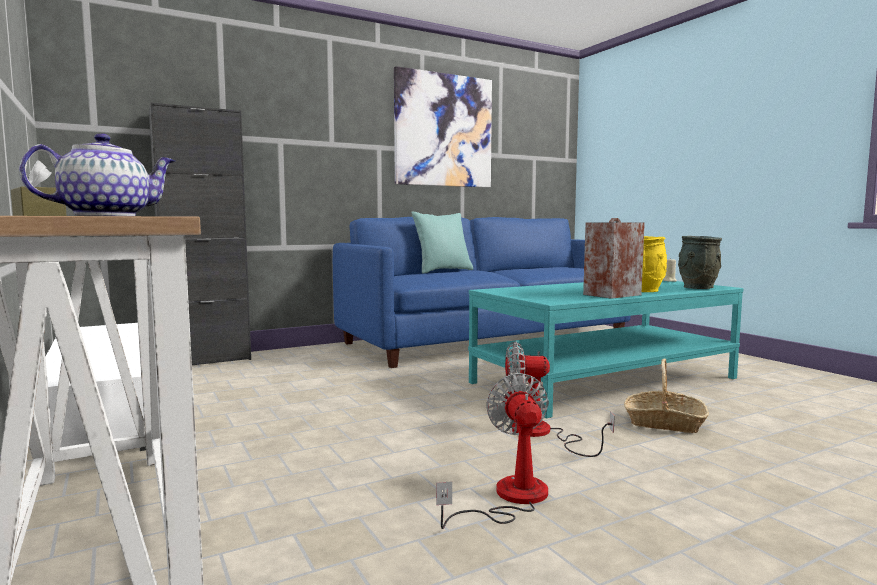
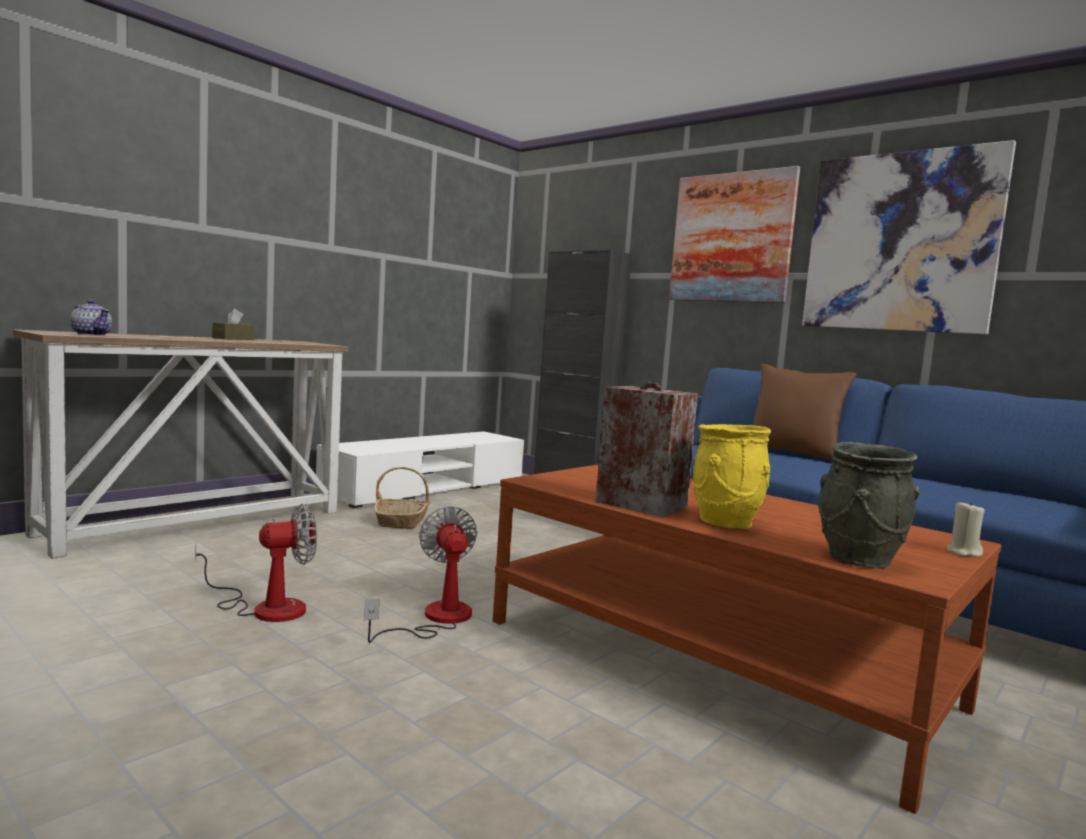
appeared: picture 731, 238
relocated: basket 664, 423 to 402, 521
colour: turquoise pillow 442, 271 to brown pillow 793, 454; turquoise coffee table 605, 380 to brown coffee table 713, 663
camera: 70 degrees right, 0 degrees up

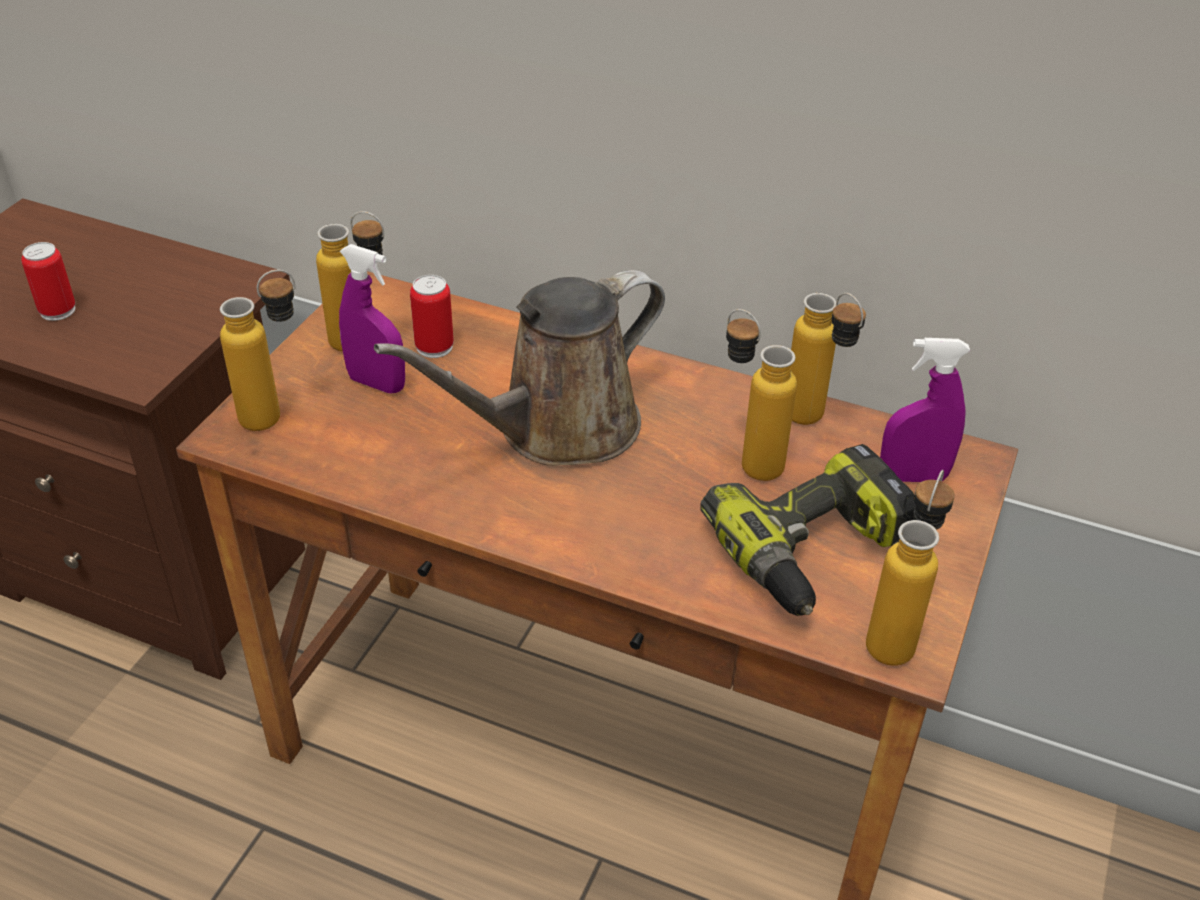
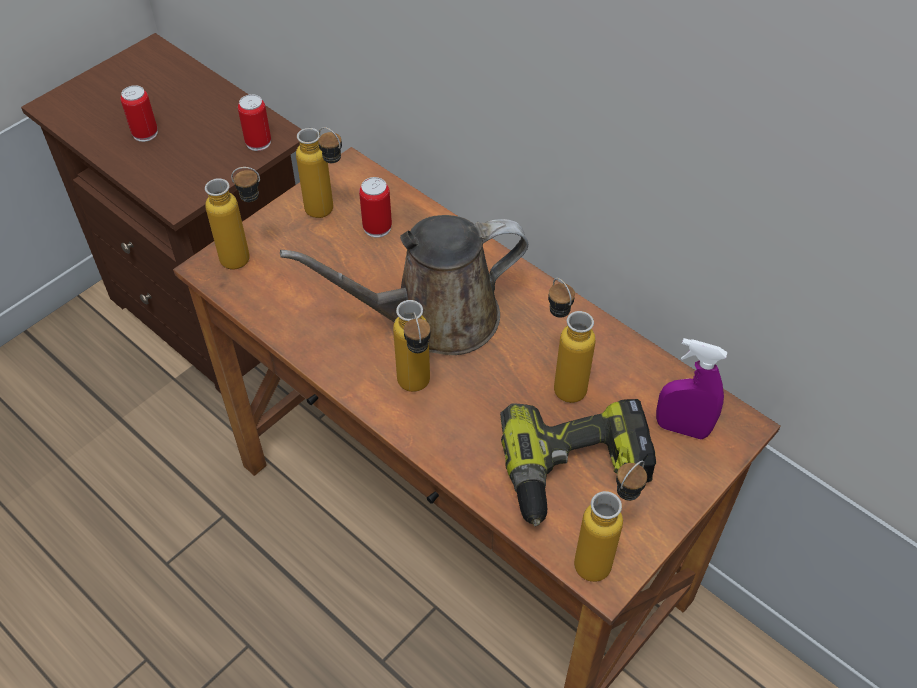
missing: purple spray bottle 377, 383
appeared: can 258, 142
relocated: bottle 814, 423 to 416, 391
camera: 20 degrees right, 10 degrees up

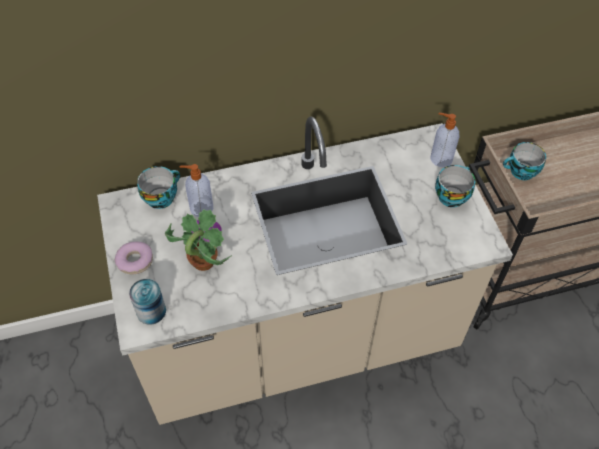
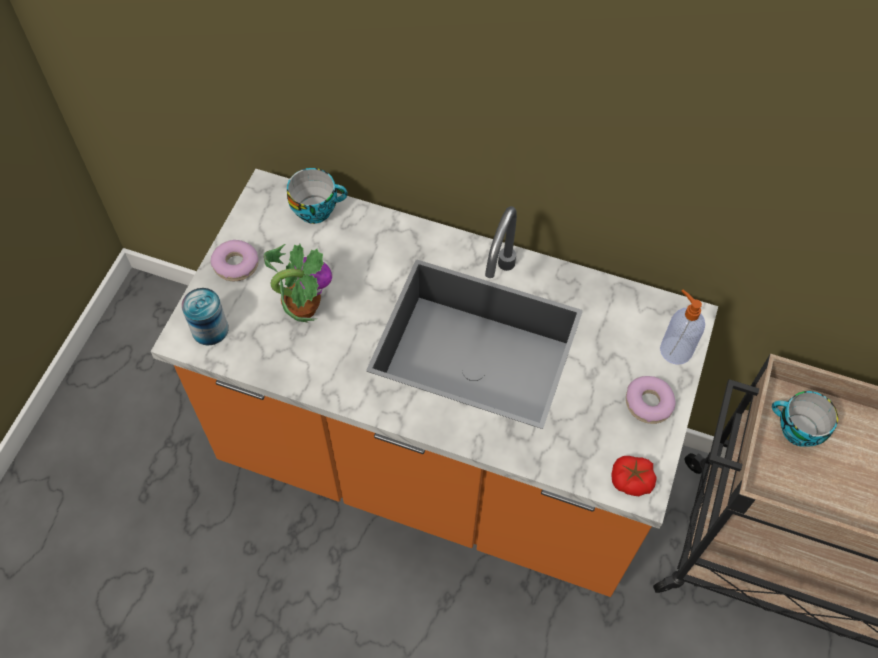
missing: soap dispenser 200, 208
appeared: tomato 631, 480
exchanged: cup 451, 195 to donut 648, 403
colour: beige counter 298, 339 to orange counter 436, 463
camera: 35 degrees right, 5 degrees up

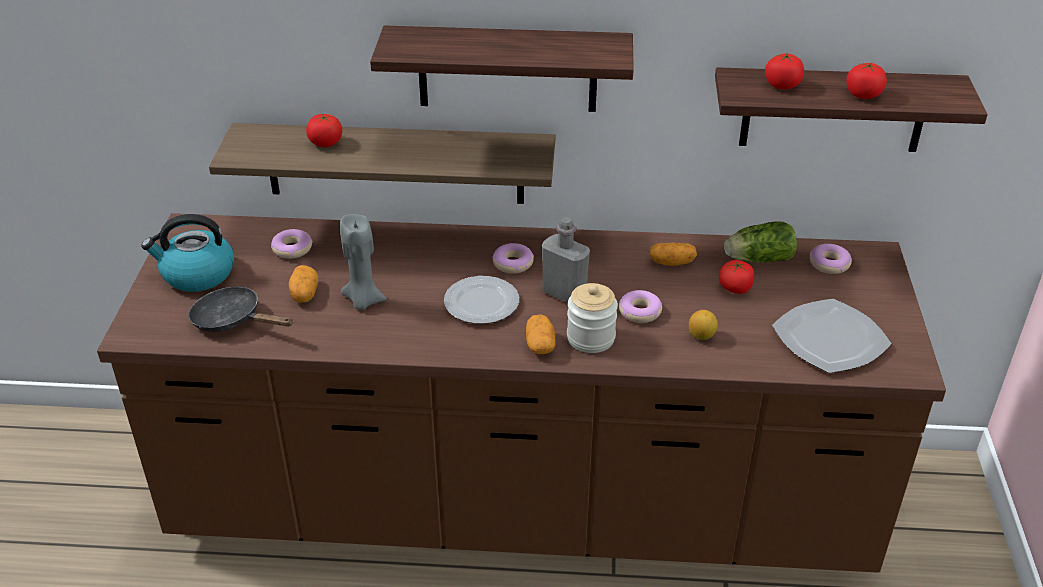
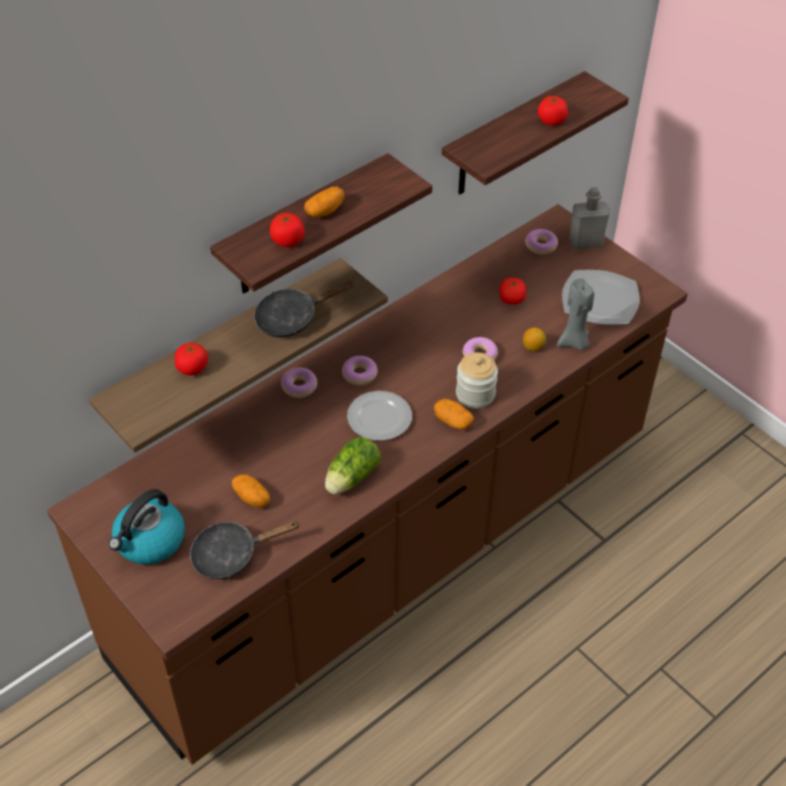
appeared: black frying pan 292, 318
relocated: tomato 782, 85 to 288, 240; grey candle 363, 301 to 574, 342; grey bottle 564, 293 to 585, 242; lettuce 757, 259 to 350, 478; donut 292, 249 to 299, 386; potato 671, 263 to 325, 211
camera: 45 degrees left, 10 degrees up

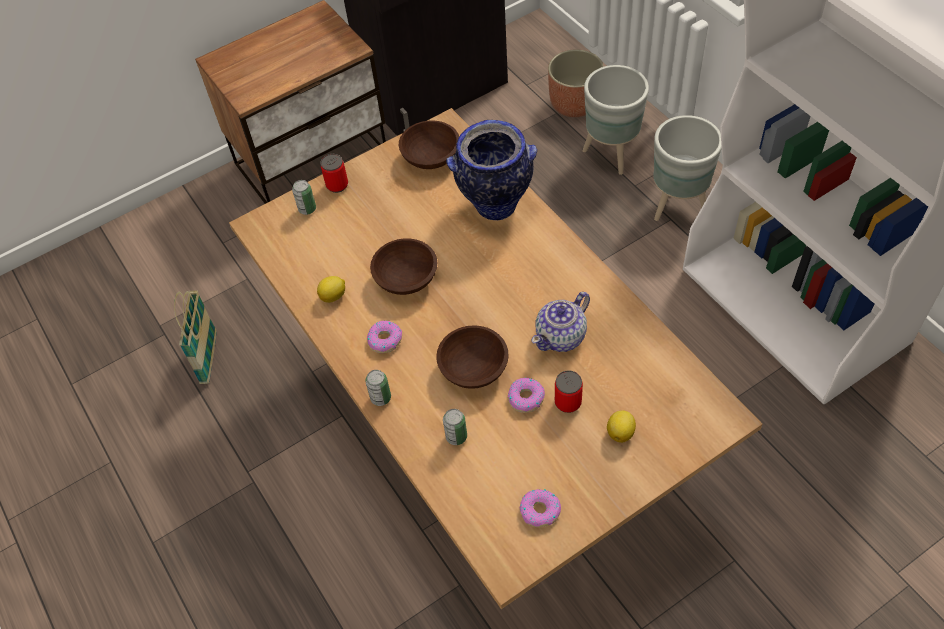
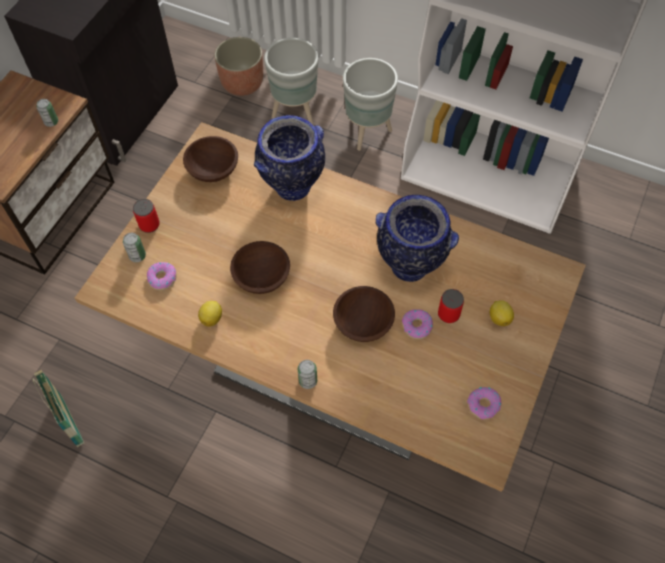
relocated: donut 384, 340 to 162, 278; can 456, 436 to 51, 122
exchanged: teapot 561, 336 to vase 410, 267
camera: 35 degrees left, 5 degrees up

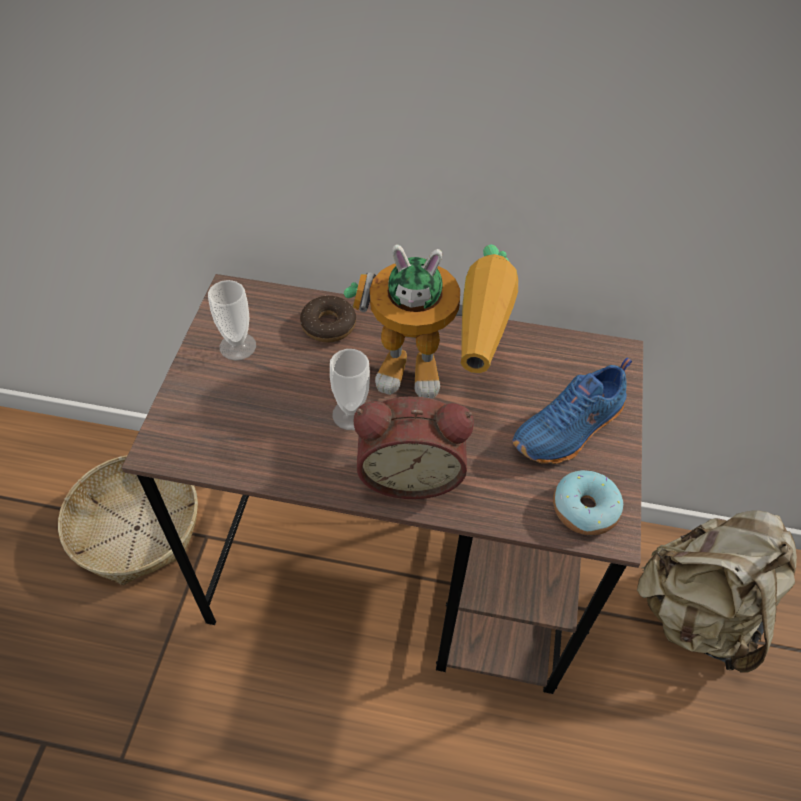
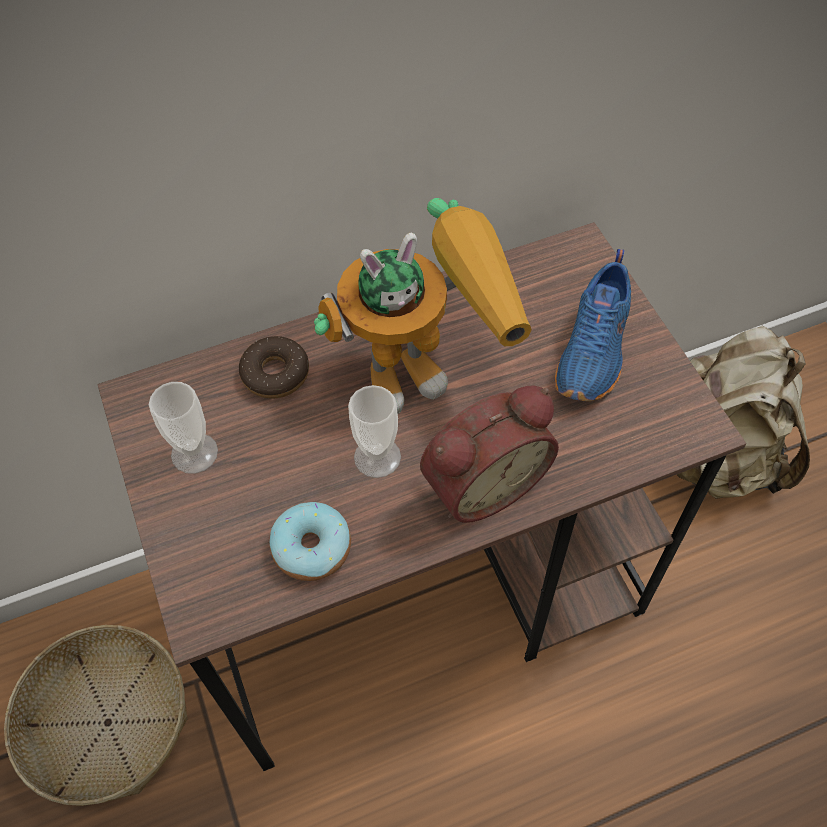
relocated: donut 584, 509 to 312, 548
camera: 30 degrees left, 5 degrees up

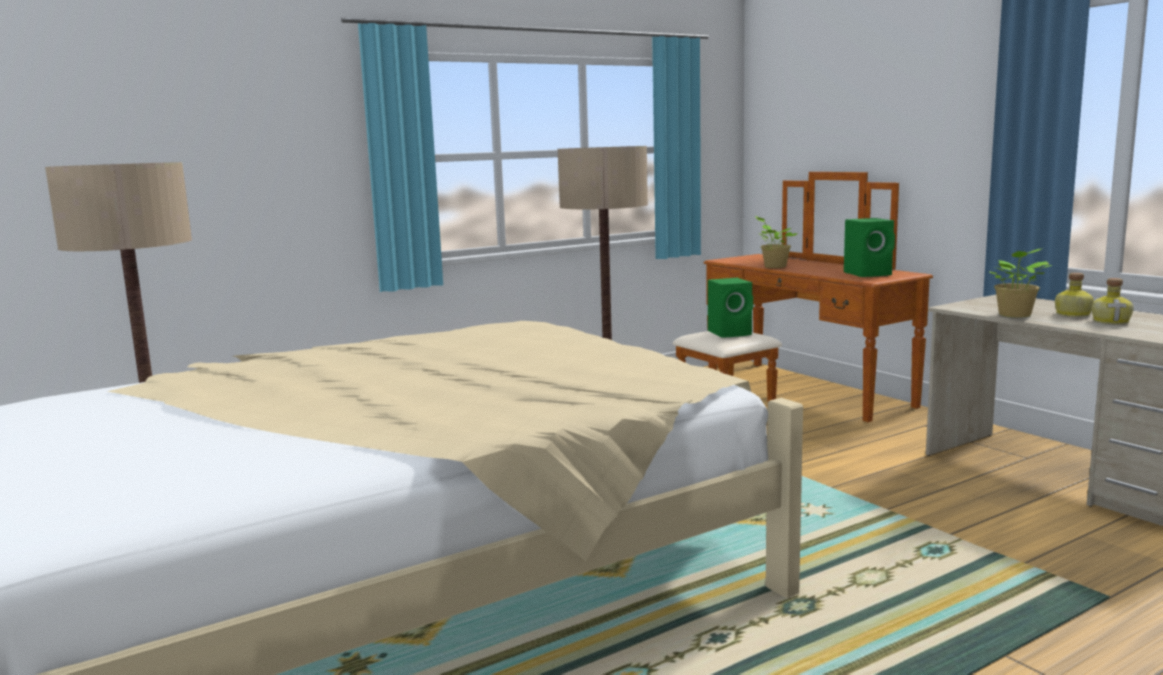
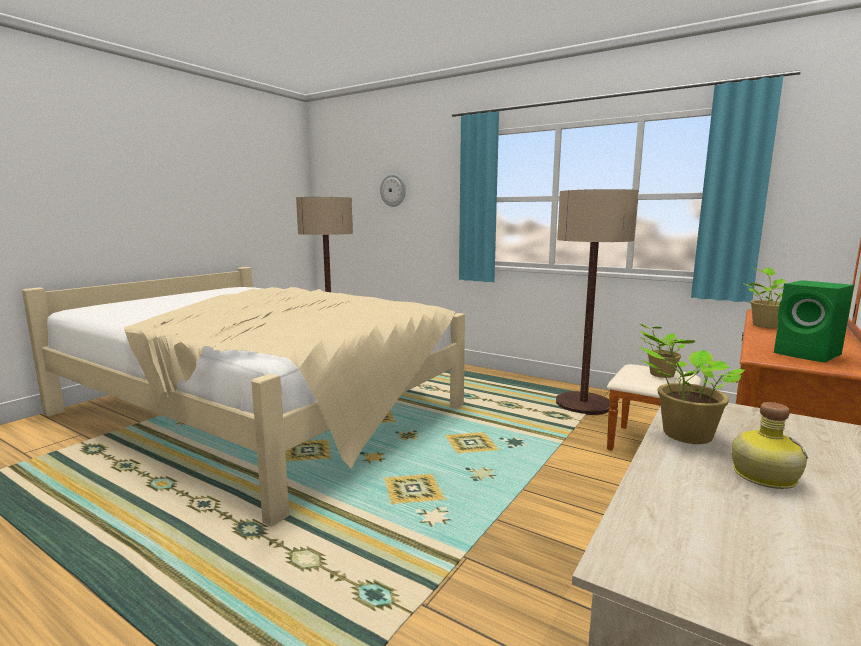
missing: bottle 1111, 321
appeared: wall clock 393, 190
exchanged: green speaker 731, 333 to potted plant 659, 374
camera: 65 degrees right, 0 degrees up

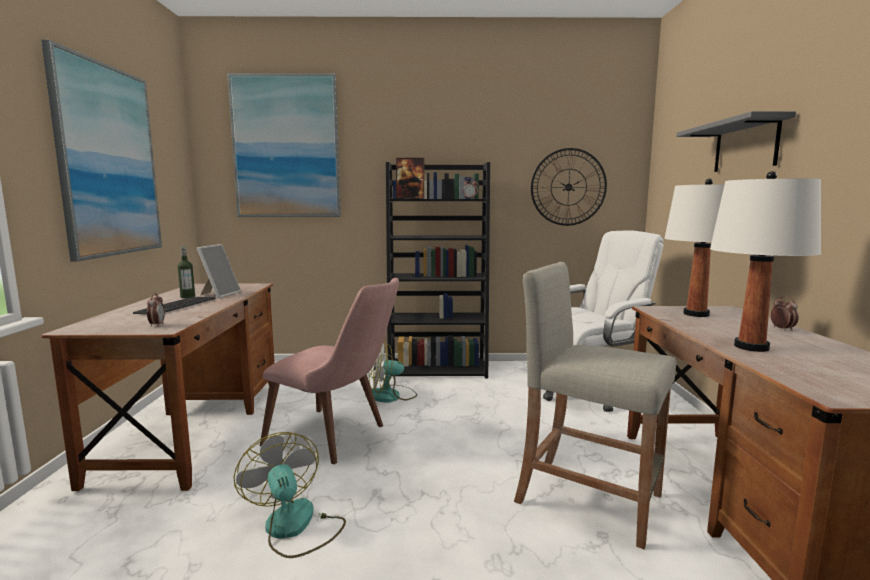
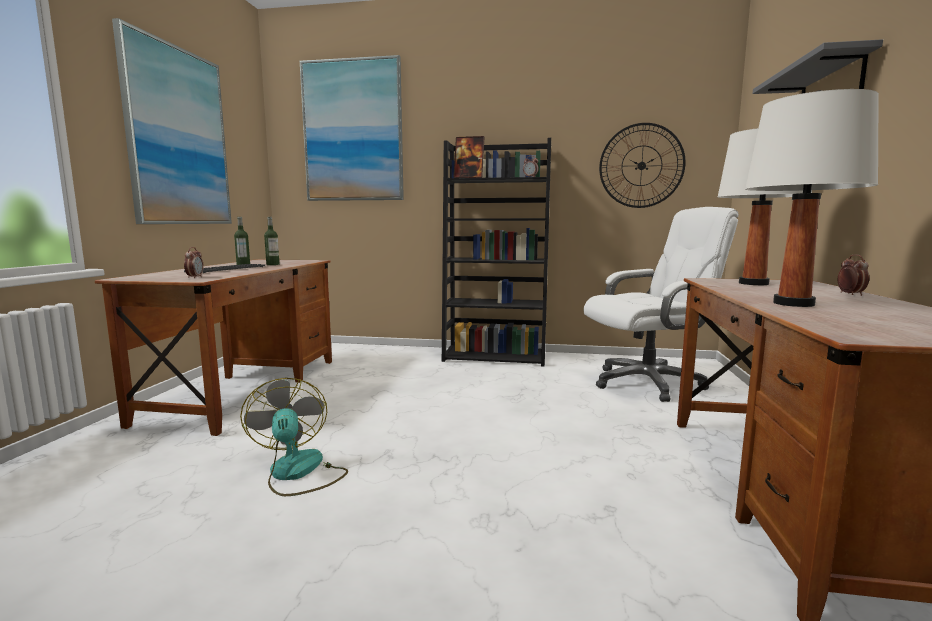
missing: beige stool 588, 498; pink chair 338, 437; fan 391, 396
exchanged: picture frame 219, 294 to bottle 273, 264
camera: 10 degrees right, 0 degrees up

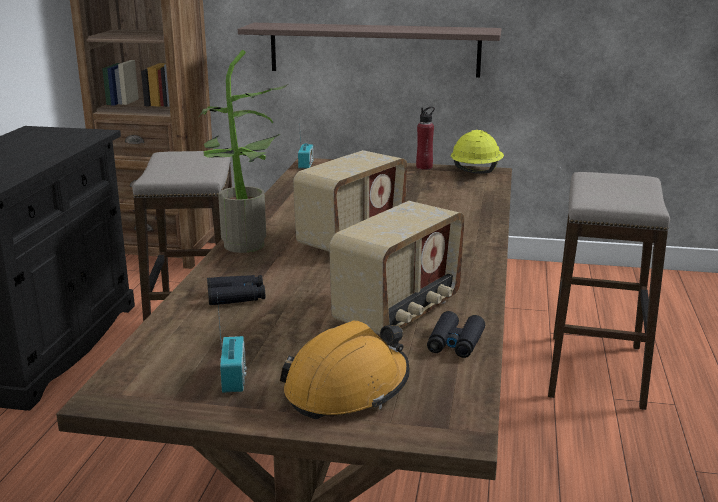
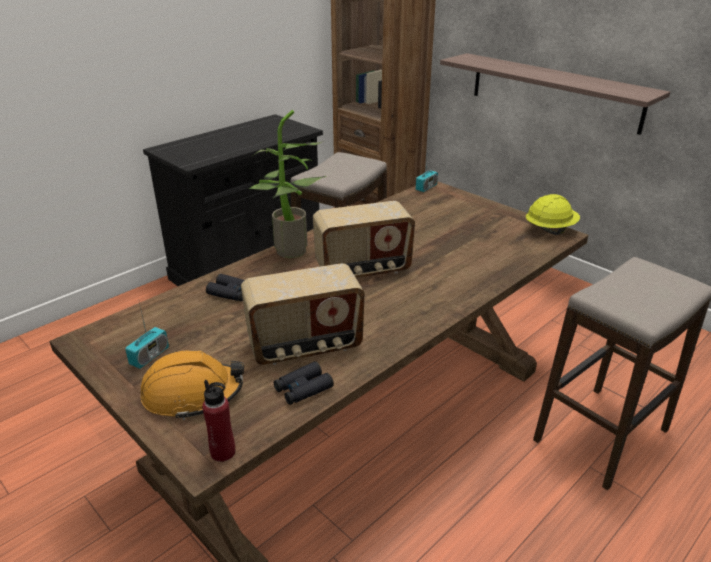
relocated: red bottle 424, 167 to 223, 452
camera: 35 degrees right, 10 degrees up

